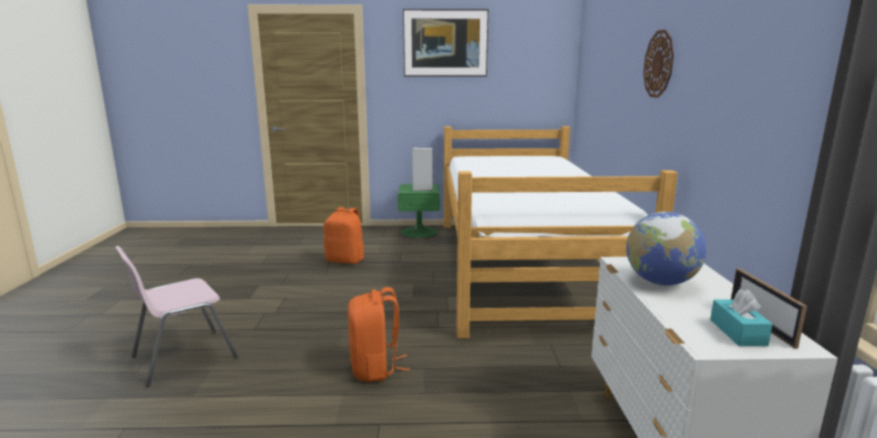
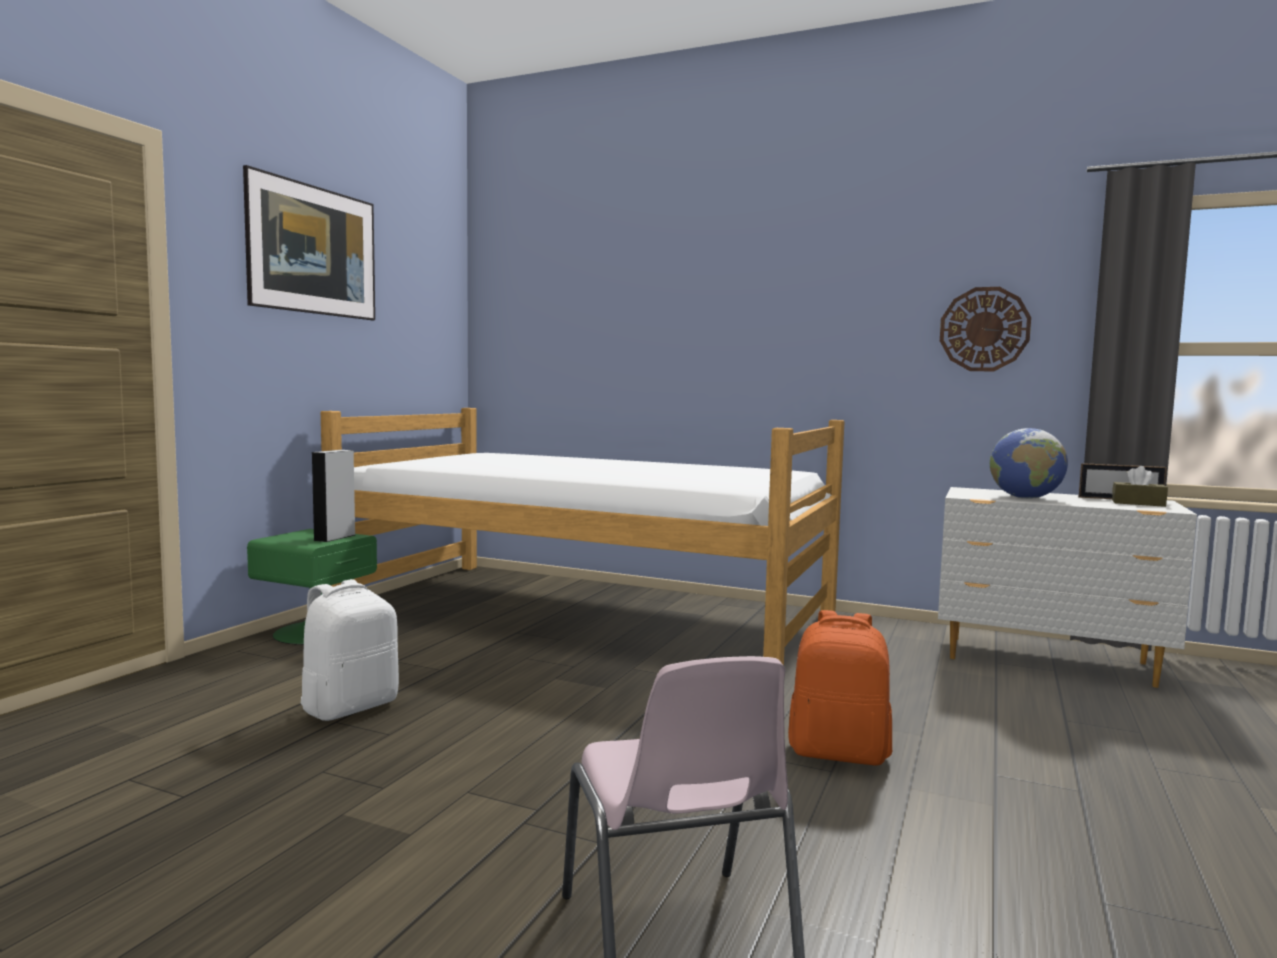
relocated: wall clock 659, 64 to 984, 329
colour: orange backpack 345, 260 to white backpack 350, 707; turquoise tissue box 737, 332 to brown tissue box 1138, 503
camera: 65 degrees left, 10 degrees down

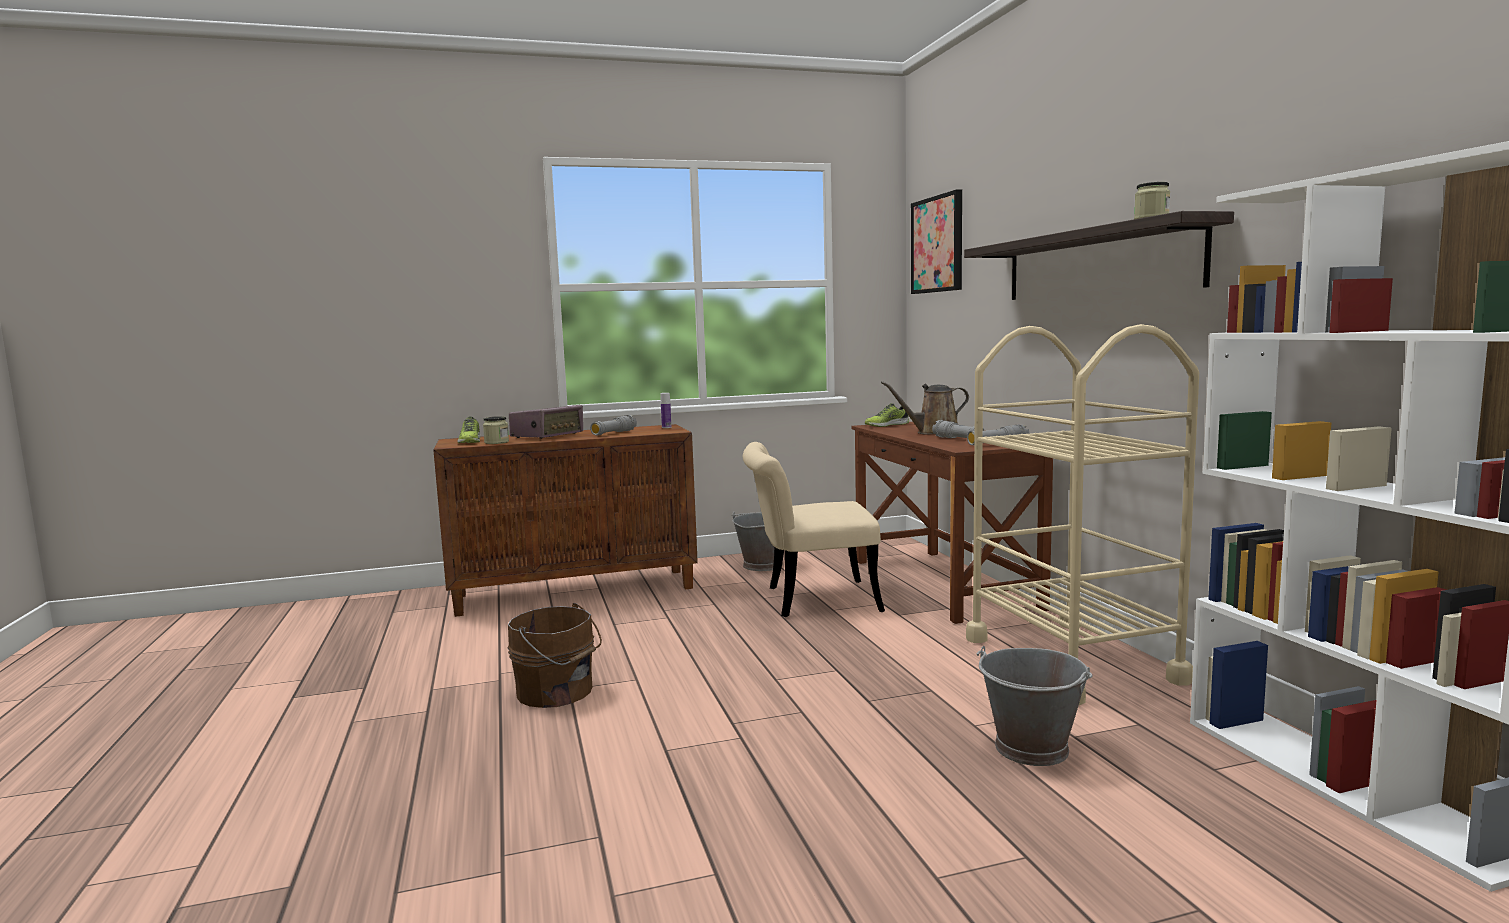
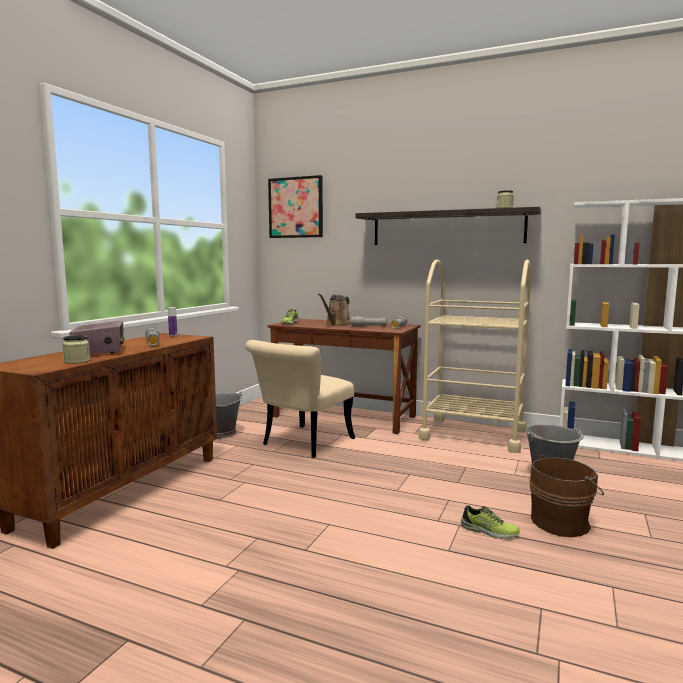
relocated: shoe 470, 441 to 489, 531; brown bucket 557, 693 to 562, 522
camera: 50 degrees left, 0 degrees up

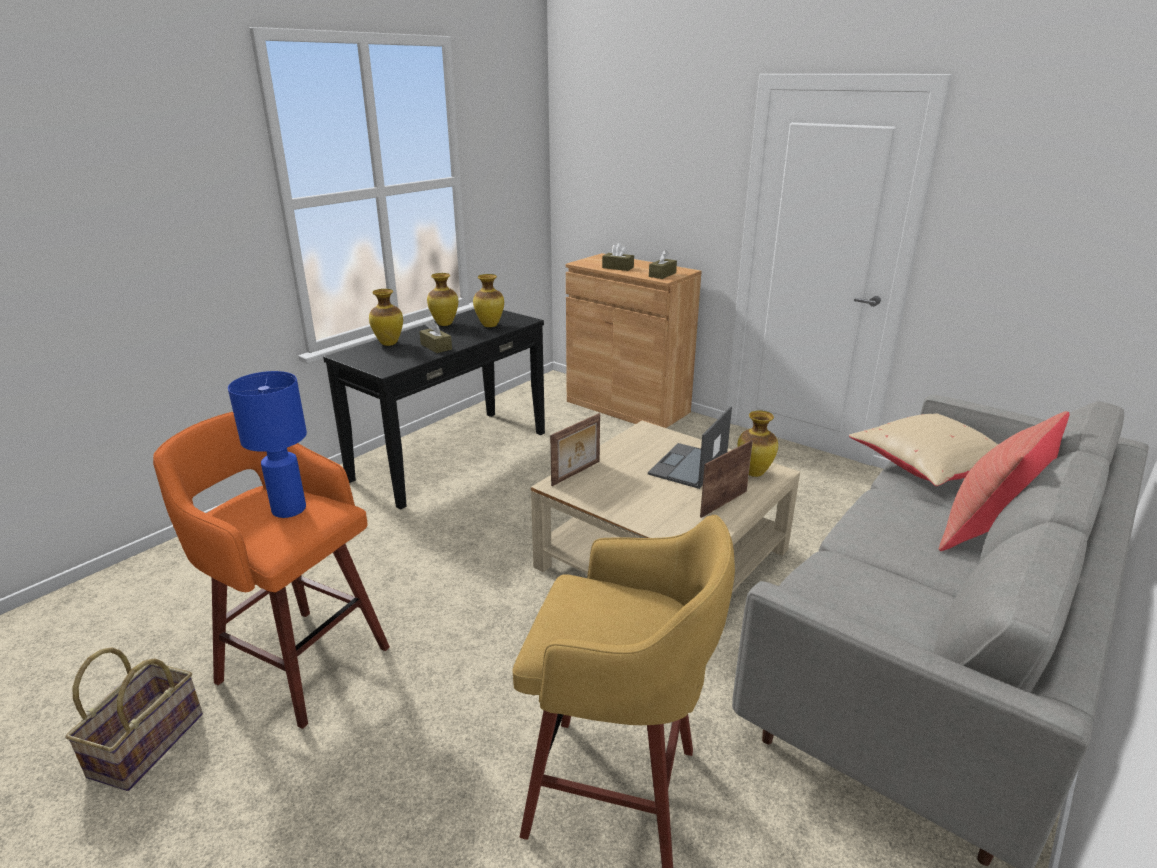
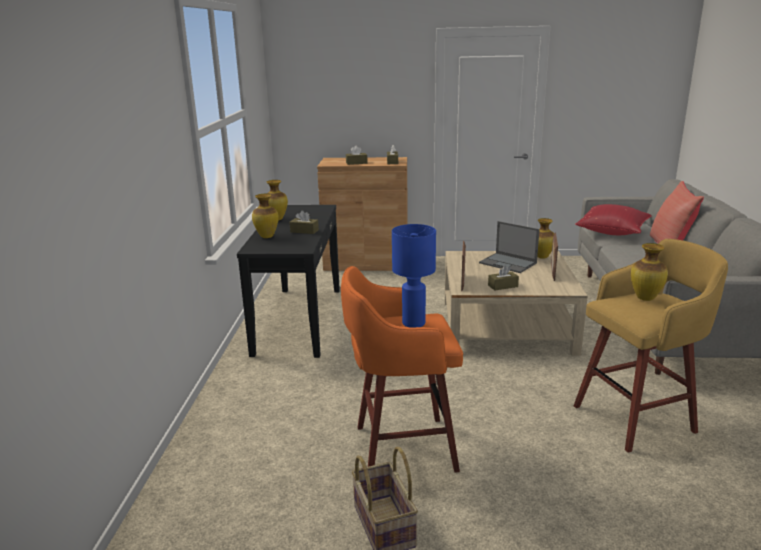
appeared: brown tissue box 503, 286
relocated: vase 489, 326 to 645, 298
colour: beige pillow 930, 469 to red pillow 612, 232
spun: laptop 688, 466 = 508, 263 45 degrees counterclockwise
camera: 35 degrees left, 5 degrees down

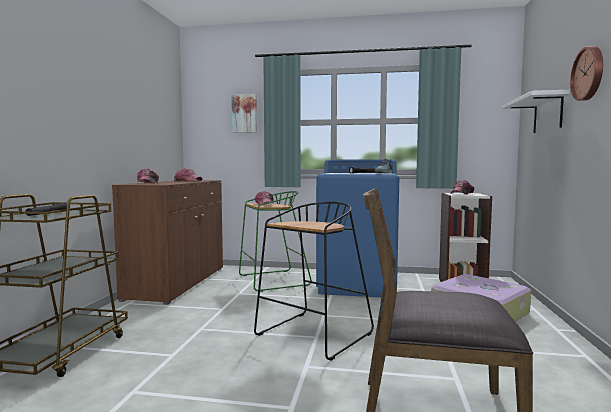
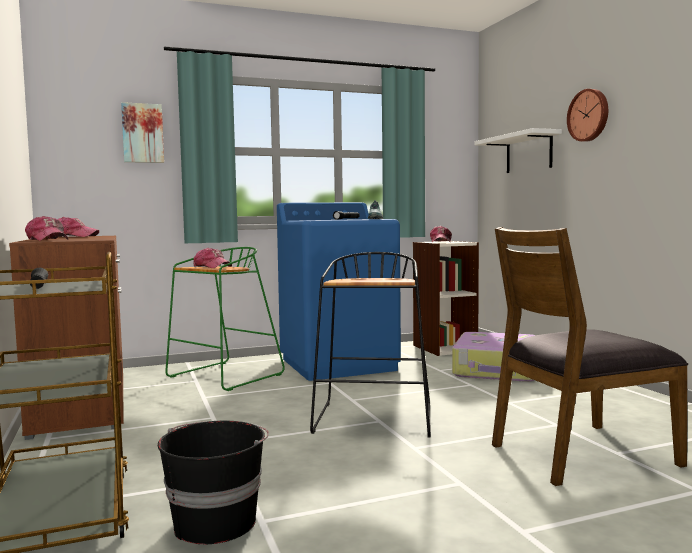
appeared: black bucket 216, 522
camera: 30 degrees left, 0 degrees up

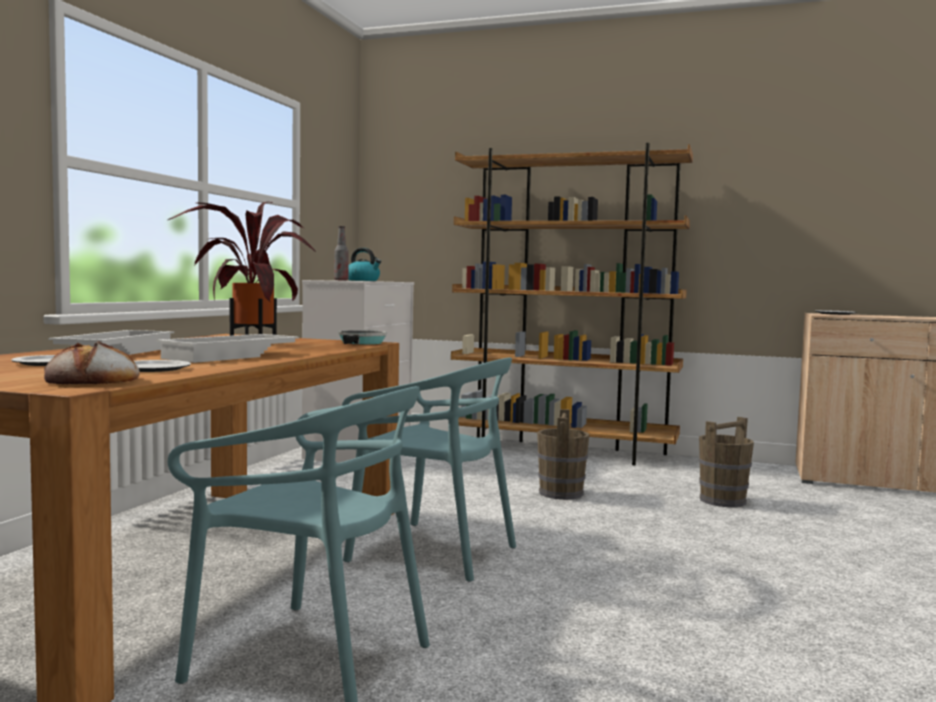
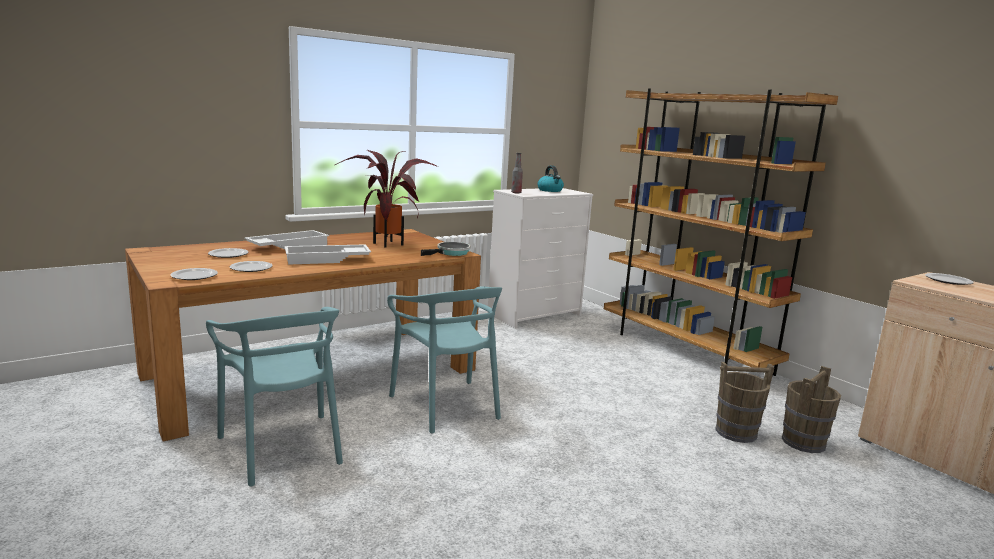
relocated: brown bucket 561, 493 to 803, 442
exchanged: bread 94, 380 to plate 195, 276
camera: 35 degrees right, 10 degrees up

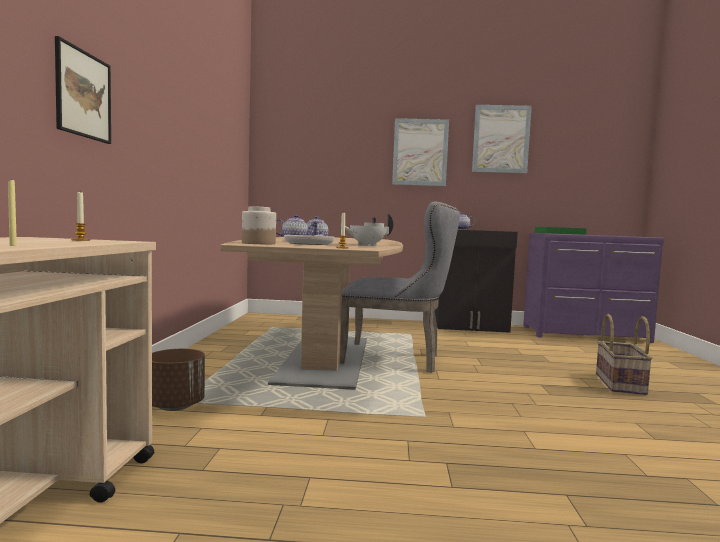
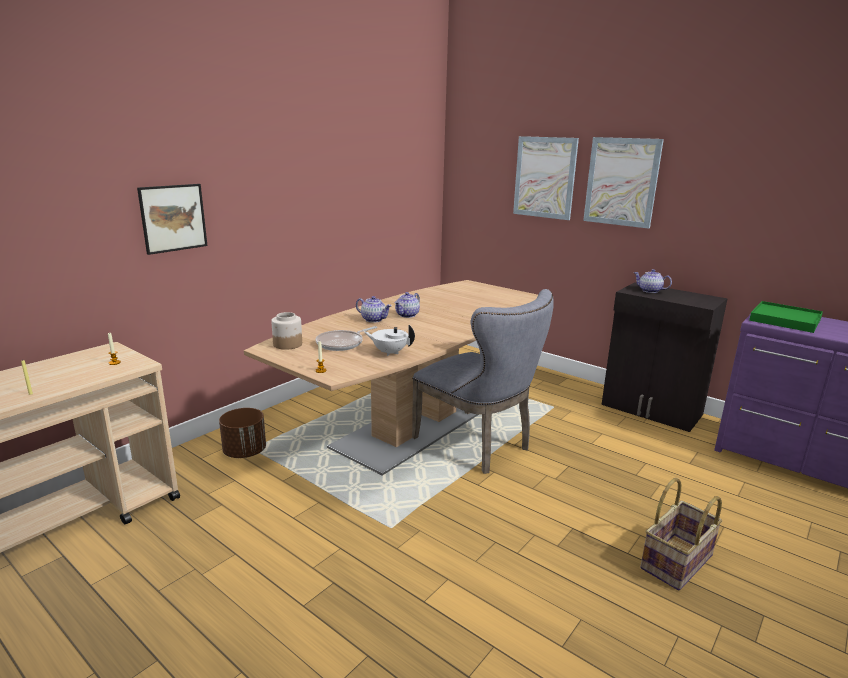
relocated: picture 501, 139 to 544, 177
camera: 35 degrees right, 15 degrees up

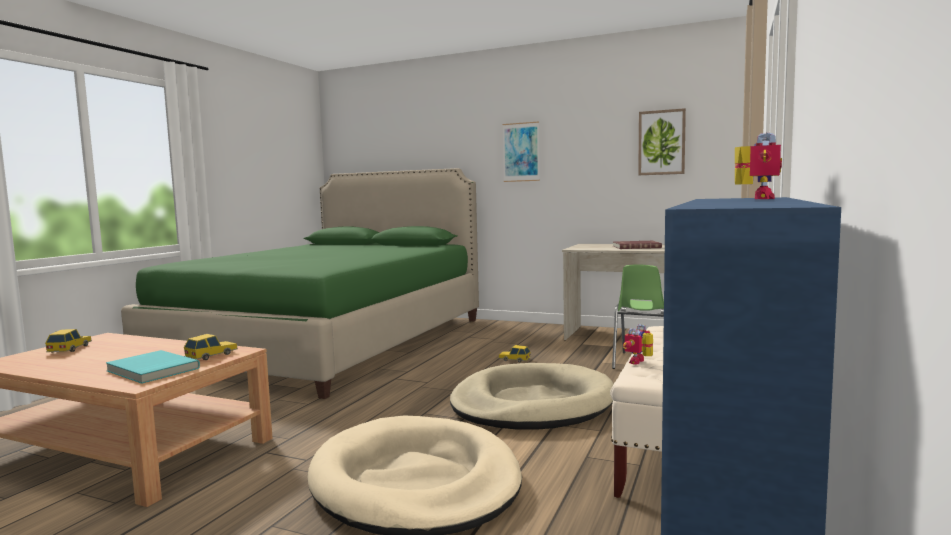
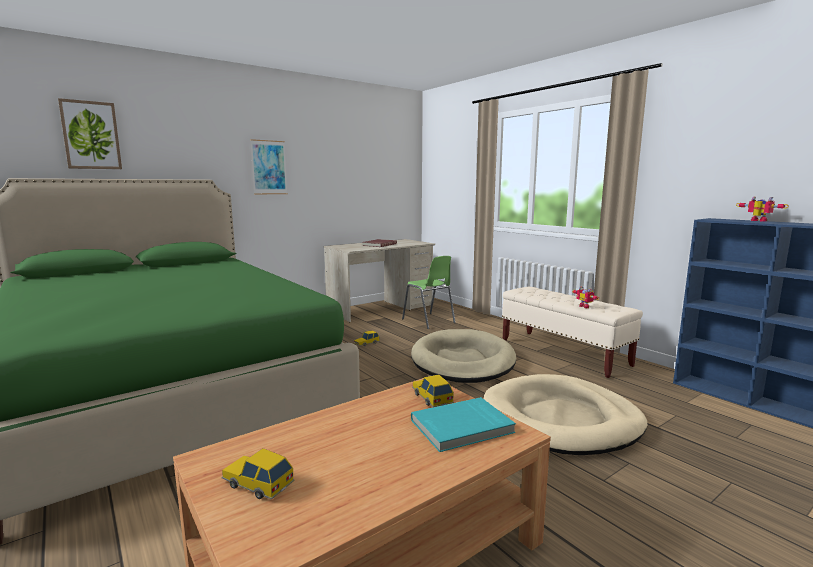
relocated: picture 661, 142 to 91, 135
camera: 60 degrees left, 5 degrees up

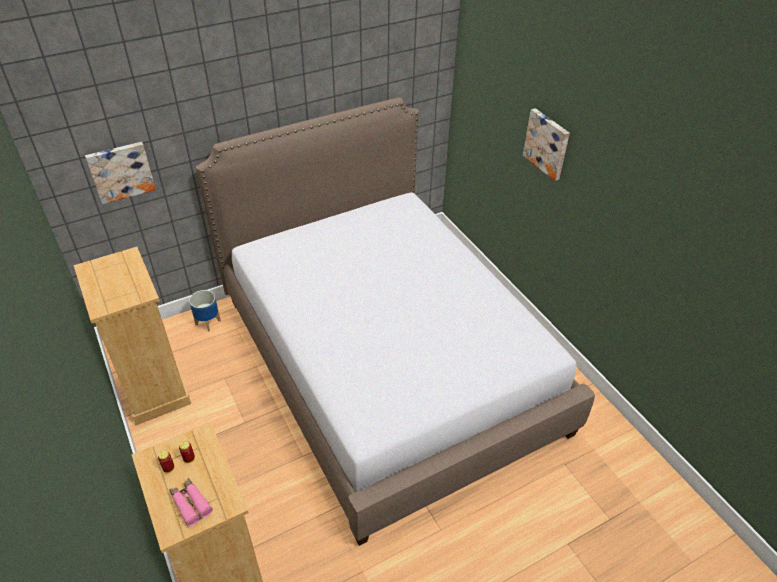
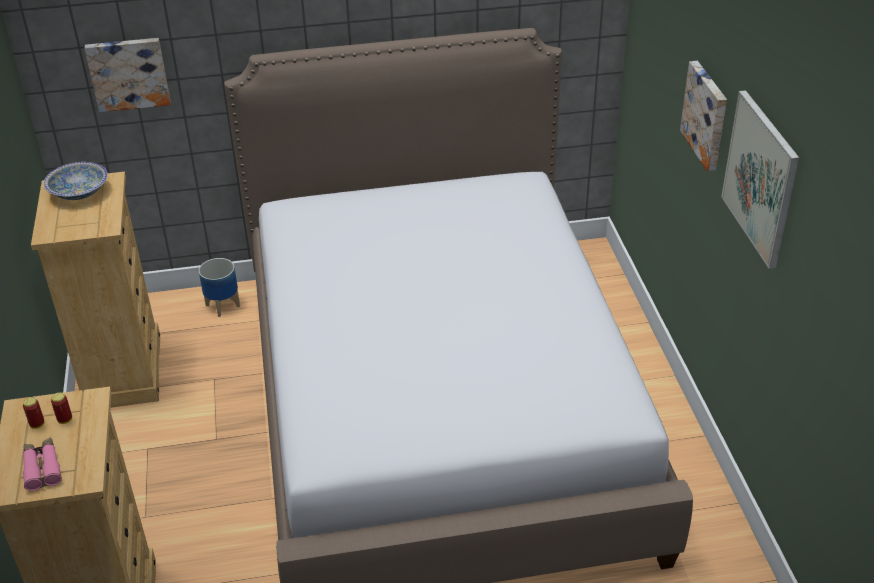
appeared: picture 760, 178; bowl 79, 192
camera: 20 degrees right, 5 degrees down

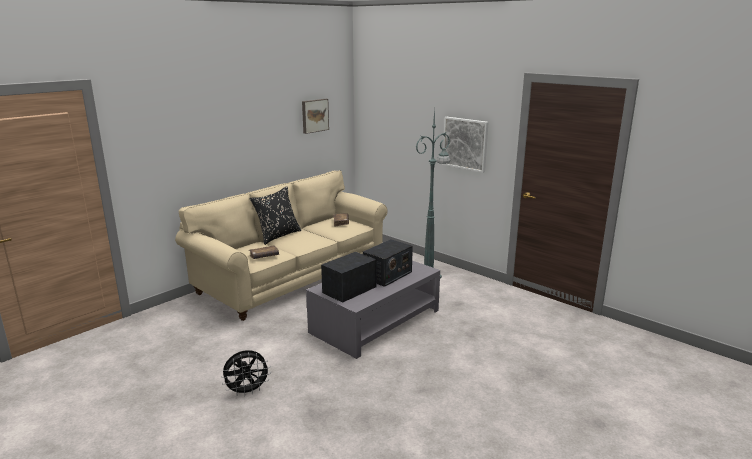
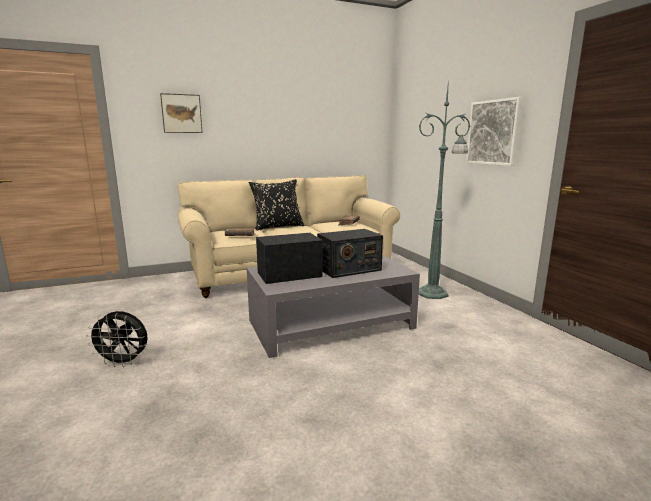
relocated: picture 314, 115 to 181, 113
camera: 25 degrees right, 5 degrees down

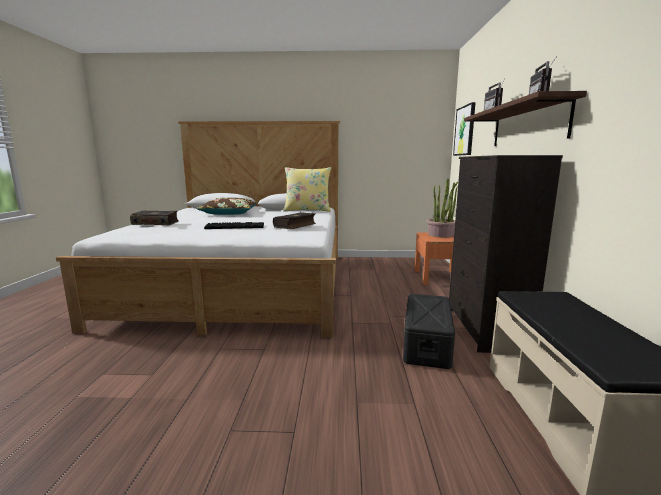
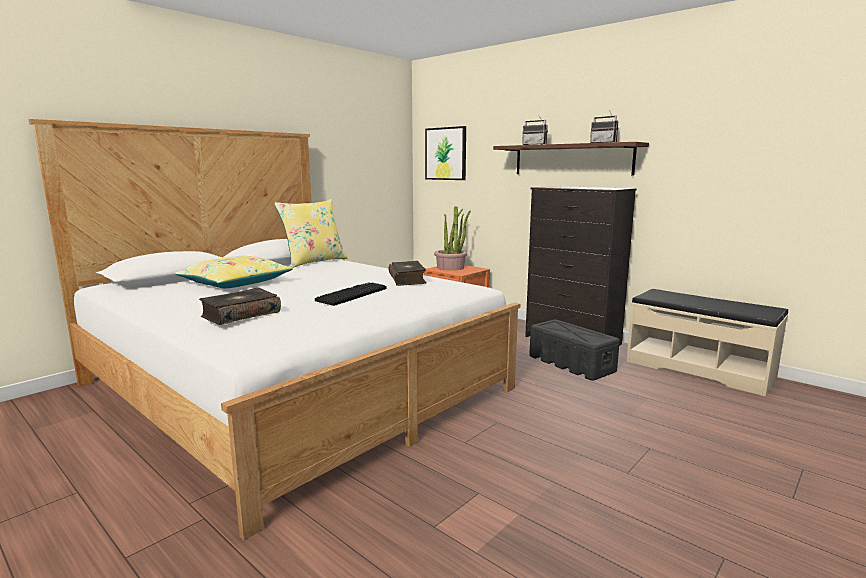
colour: brown pillow 229, 213 to yellow pillow 235, 283
camera: 50 degrees left, 0 degrees up

